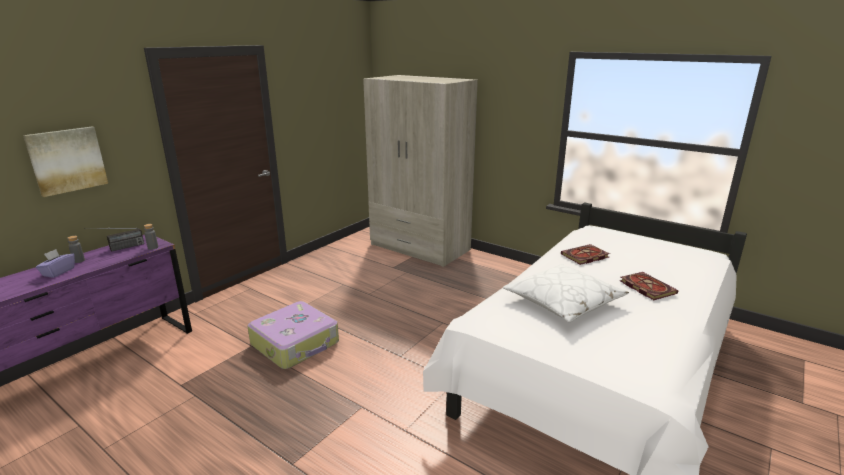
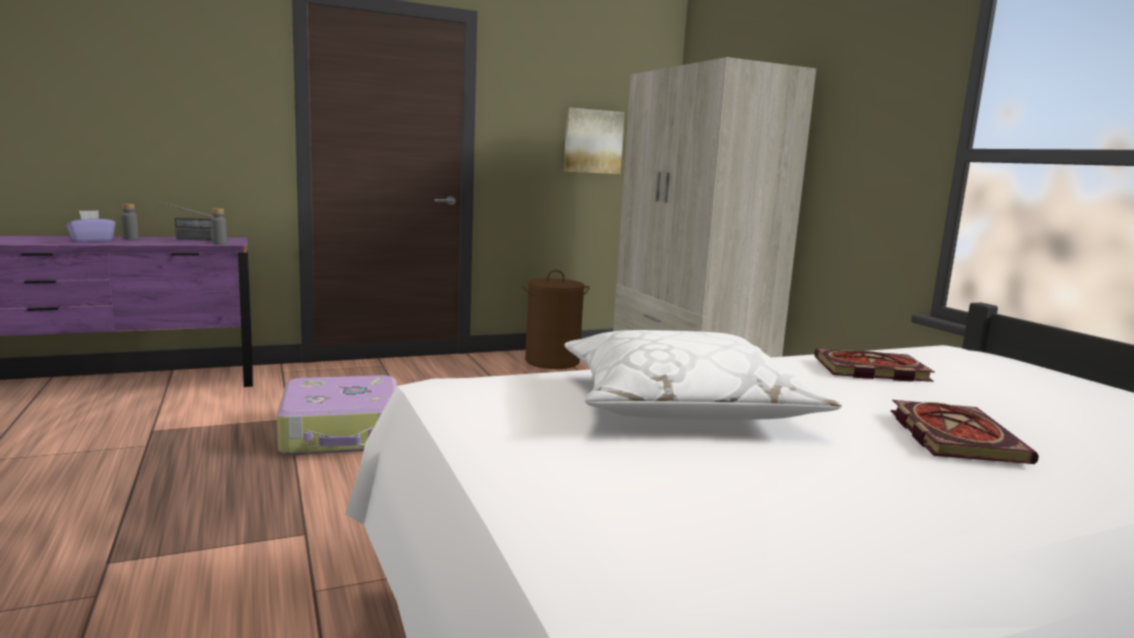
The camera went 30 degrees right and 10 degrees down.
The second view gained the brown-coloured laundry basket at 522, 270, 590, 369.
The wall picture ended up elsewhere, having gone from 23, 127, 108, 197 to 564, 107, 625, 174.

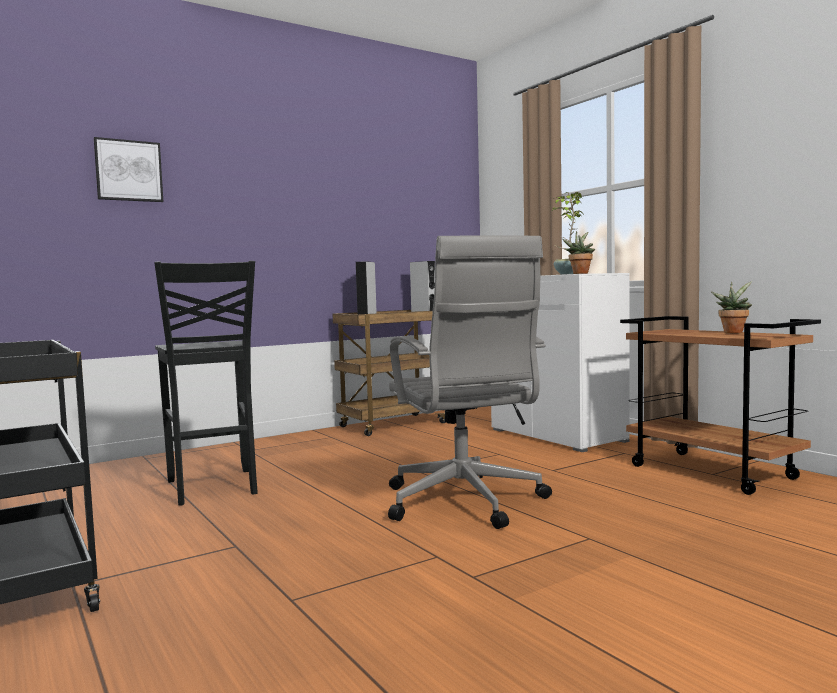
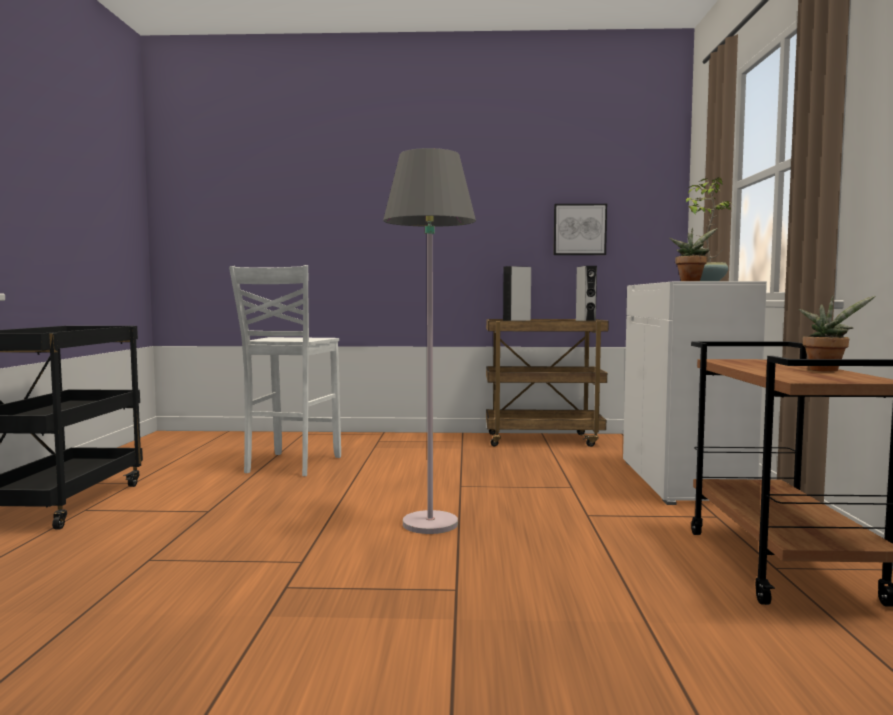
The camera went 35 degrees right and 0 degrees up.
The wall picture ended up elsewhere, having gone from 94, 137, 163, 202 to 553, 204, 607, 255.
Where the greyish desk chair stood at 388, 235, 552, 529, the greyish standard lamp came to stand at 383, 148, 476, 534.
What was the black stool seat at 154, 261, 258, 506 turned into the white-coloured stool seat at 229, 265, 341, 476.

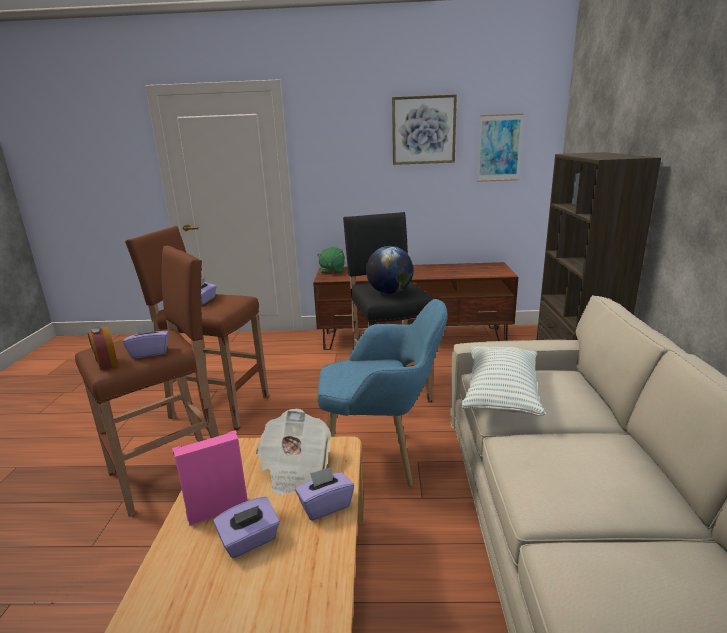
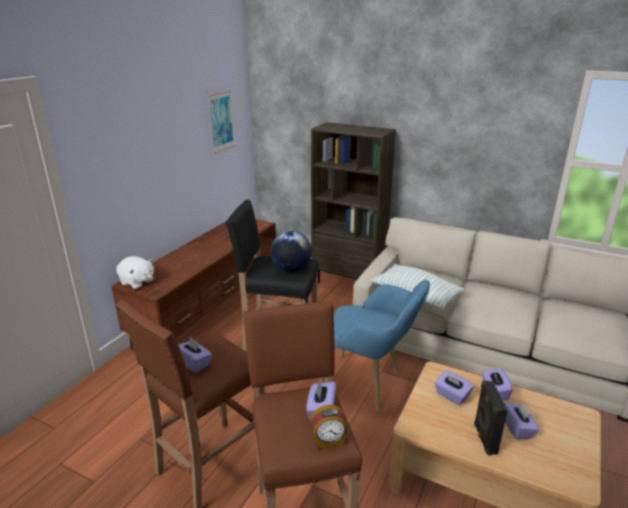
The camera went 65 degrees left and 5 degrees up.
The second view lost the wall picture at 392, 94, 457, 165.
Where the printed paper stood at 256, 409, 331, 495, the purple-coloured tissue holder came to stand at 435, 371, 474, 405.
What was the pink-coloured loudspeaker at 172, 430, 248, 526 turned into the black loudspeaker at 474, 380, 508, 455.
What was the greenish soft toy at 317, 247, 345, 274 turned into the white-coloured soft toy at 116, 256, 154, 289.
The bluish armchair at 317, 299, 448, 487 ended up facing another way, 90 degrees clockwise from before.

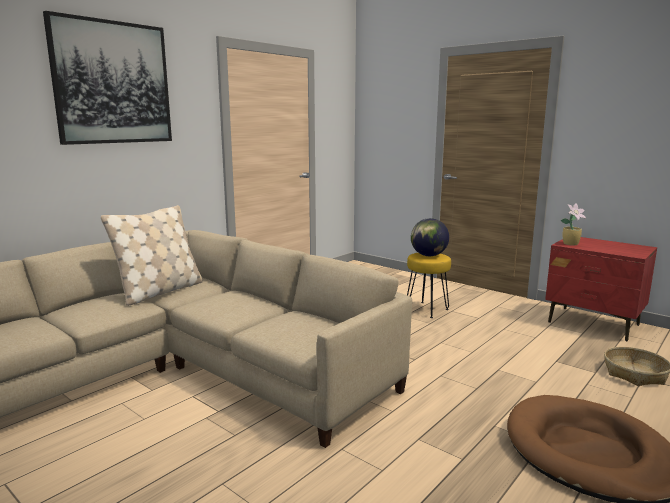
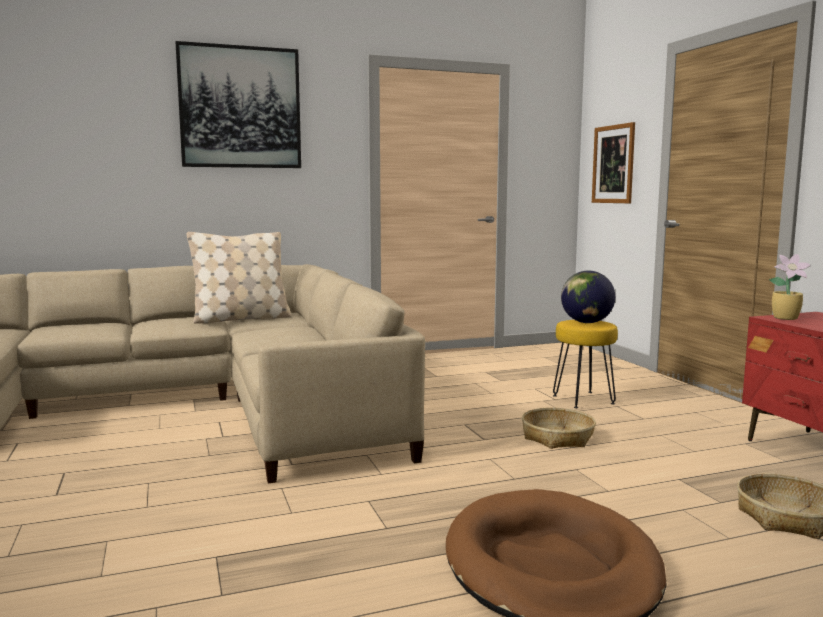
The camera went 30 degrees right and 5 degrees down.
The second view gained the household basket at 522, 407, 596, 449.
The second view gained the wall picture at 592, 122, 635, 203.

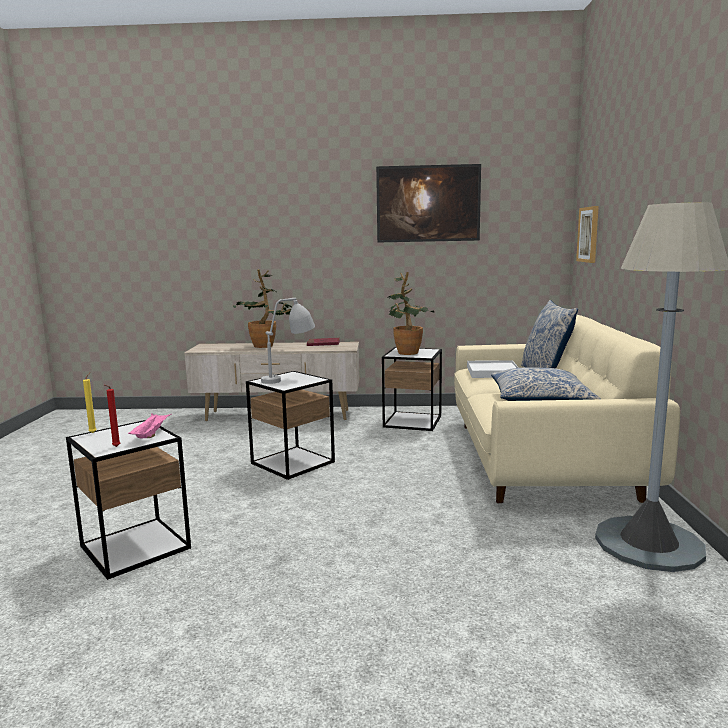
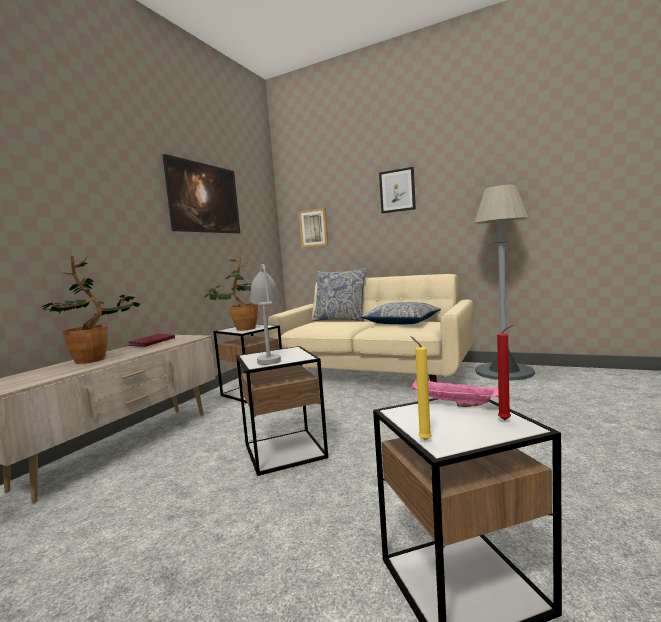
The camera went 65 degrees left and 5 degrees down.
The second view lost the white-coloured carrying tray at 467, 360, 519, 378.
The second view gained the wall picture at 379, 167, 416, 214.

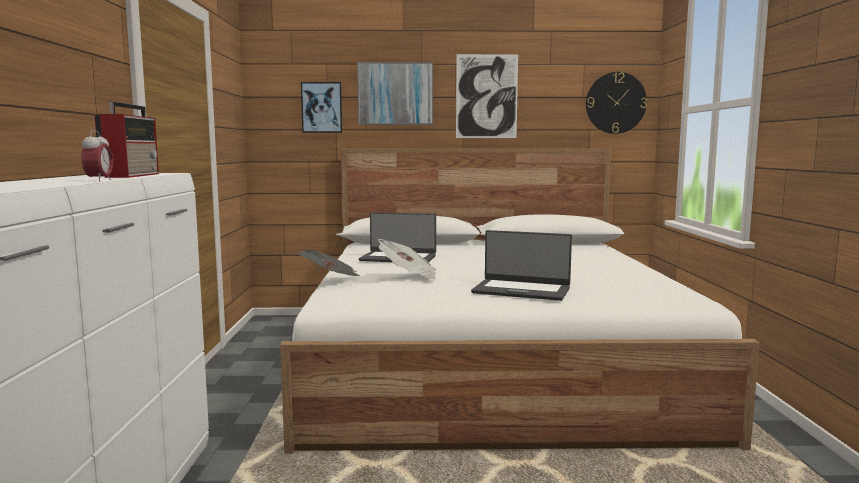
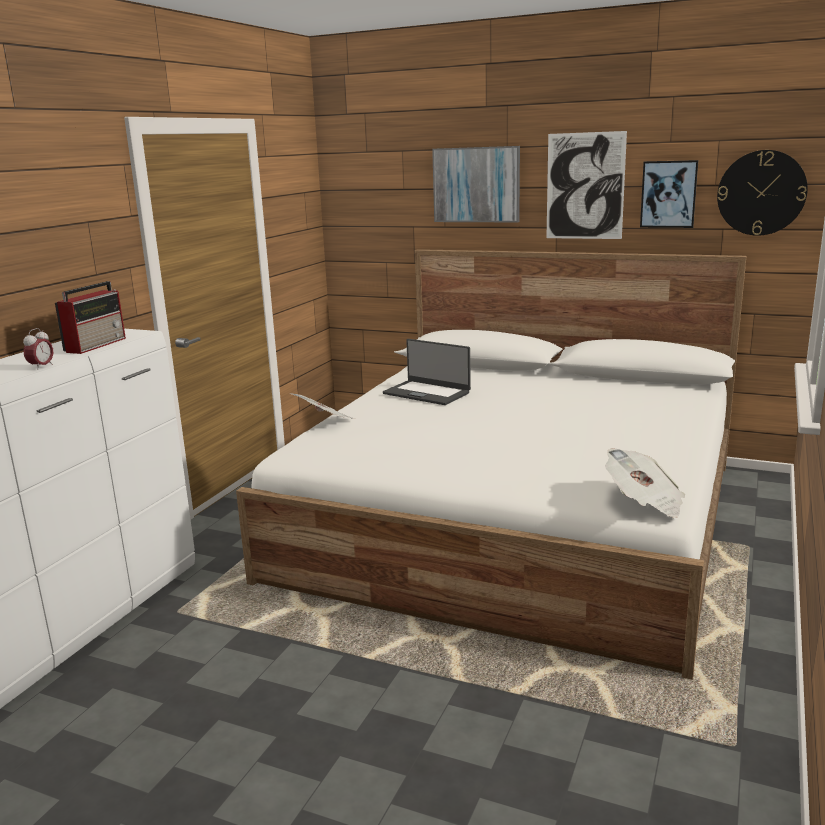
The camera went 25 degrees right and 10 degrees up.
The second view lost the portable computer at 471, 230, 572, 301.
The wall picture ended up elsewhere, having gone from 301, 82, 342, 133 to 640, 160, 698, 228.
The printed paper ended up elsewhere, having gone from 378, 239, 437, 280 to 605, 448, 685, 518.

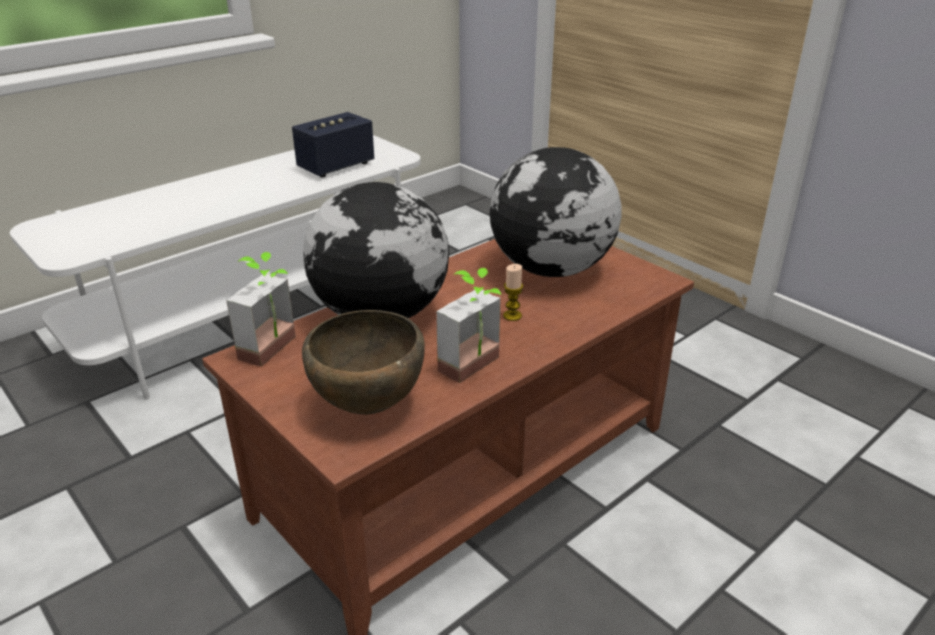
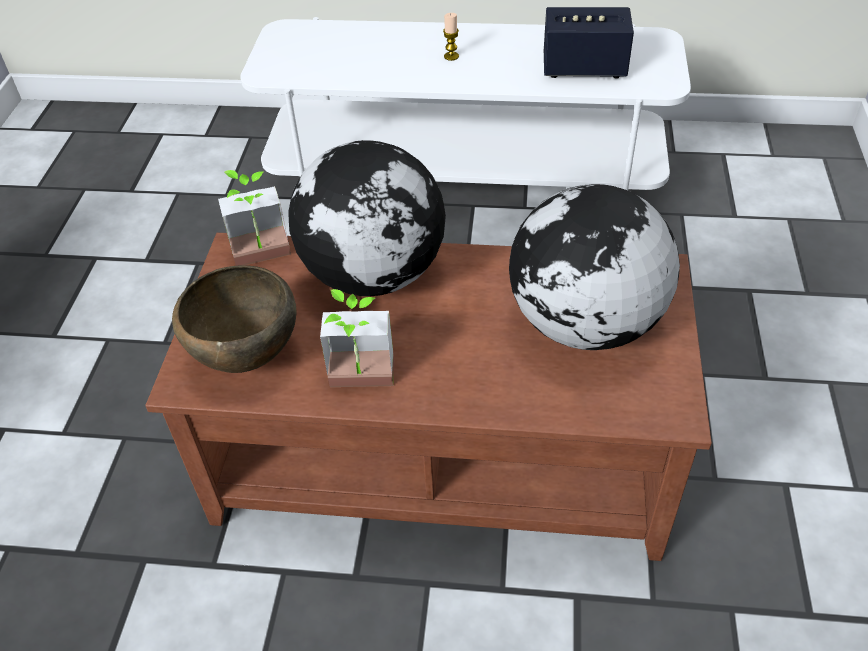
The camera went 50 degrees right and 15 degrees up.
The wax candle ended up elsewhere, having gone from 503, 264, 523, 321 to 443, 13, 459, 61.

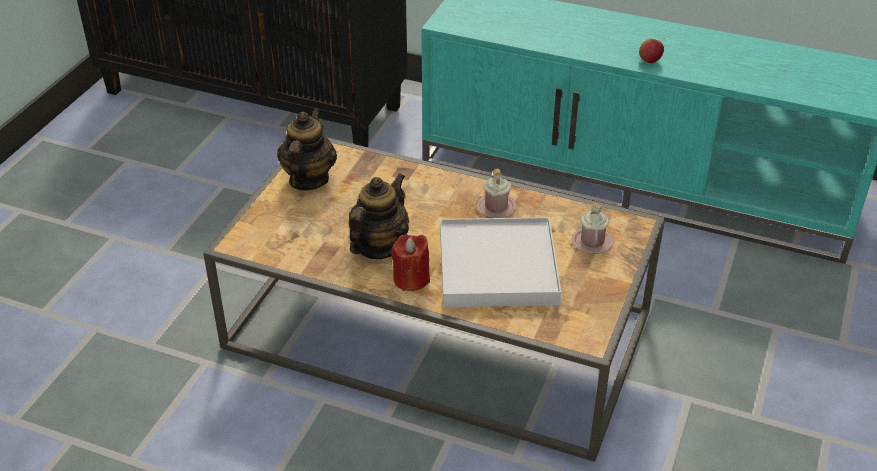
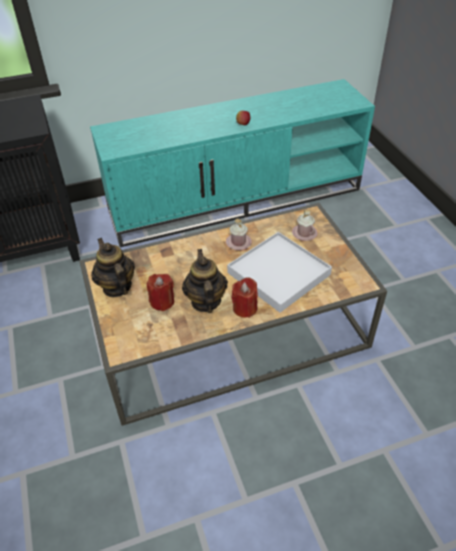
The camera went 40 degrees left and 5 degrees up.
The second view gained the reddish wax candle at 146, 274, 174, 311.

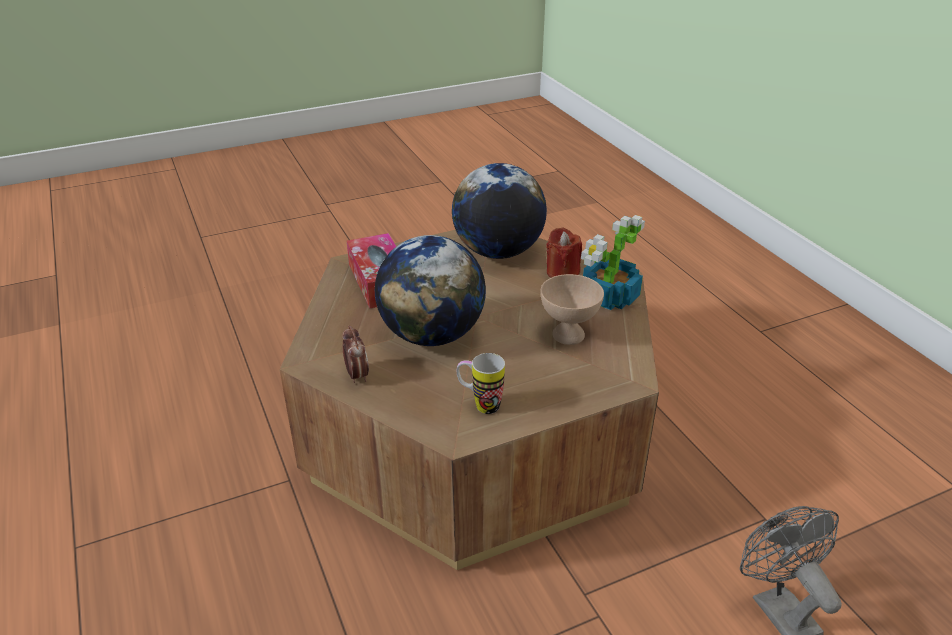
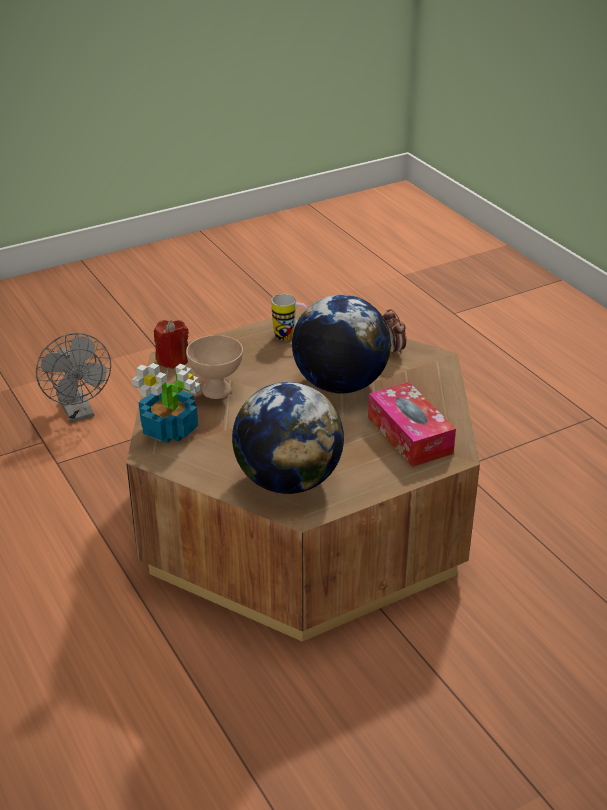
The camera went 175 degrees right and 0 degrees up.
The reddish wax candle ended up elsewhere, having gone from 546, 228, 582, 278 to 154, 320, 189, 369.

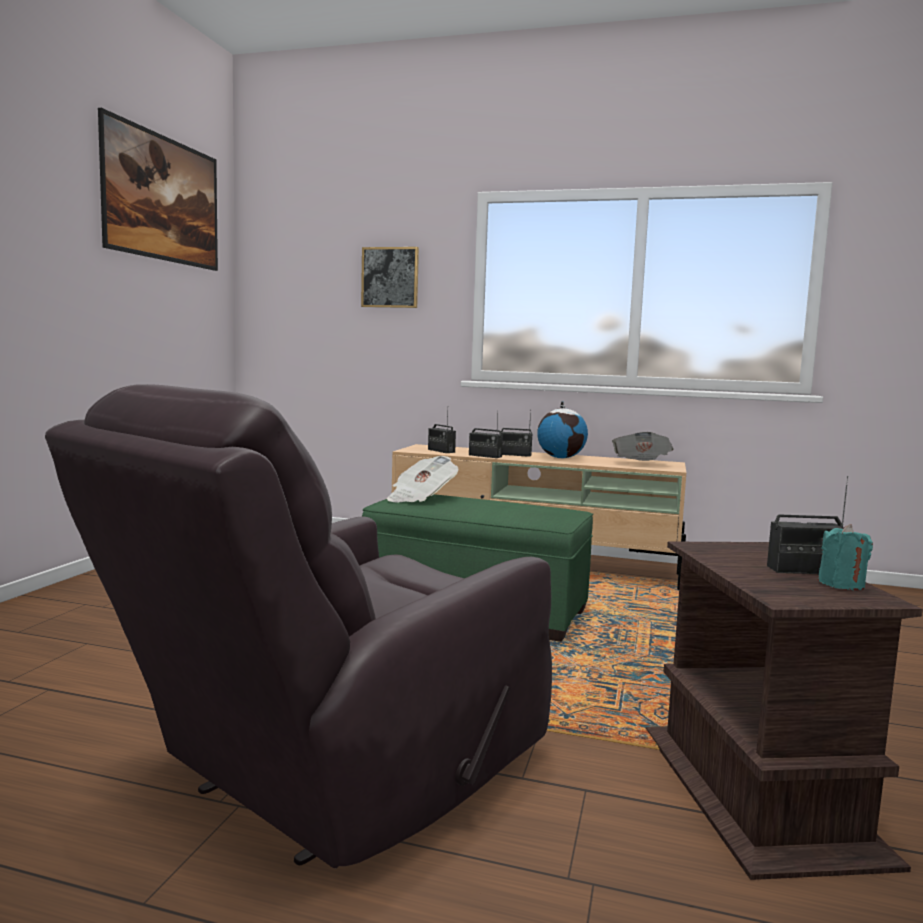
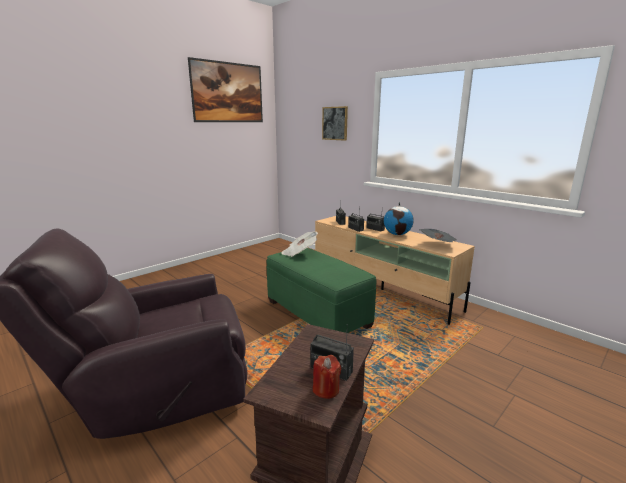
The camera went 30 degrees right and 10 degrees up.
What was the turquoise wax candle at 818, 524, 873, 590 turned into the reddish wax candle at 313, 355, 341, 399.

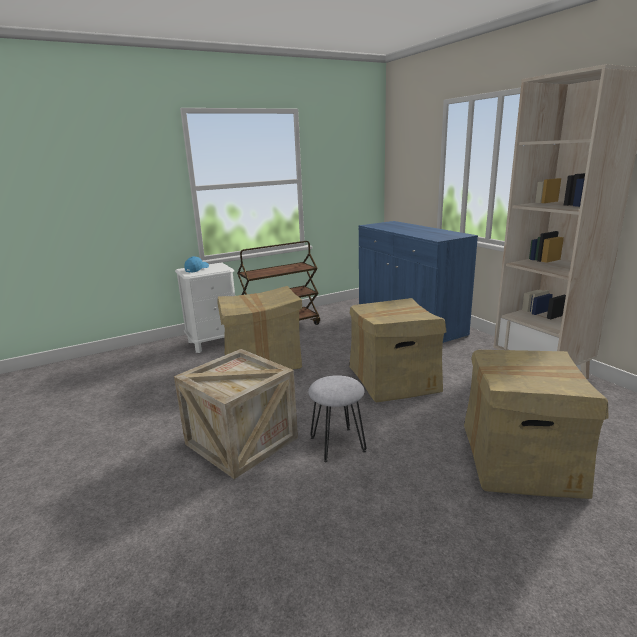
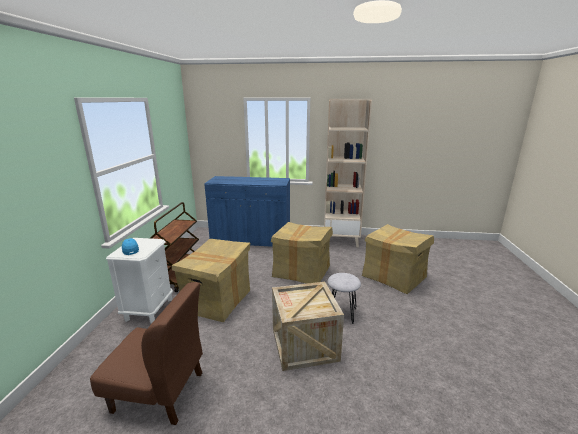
The camera went 55 degrees left and 0 degrees up.
The second view gained the brown-coloured chair at 90, 282, 203, 425.

